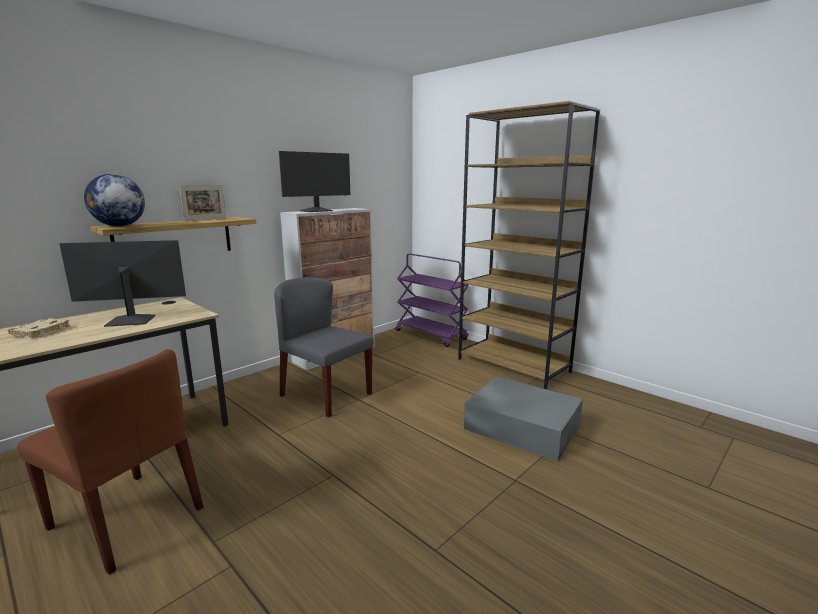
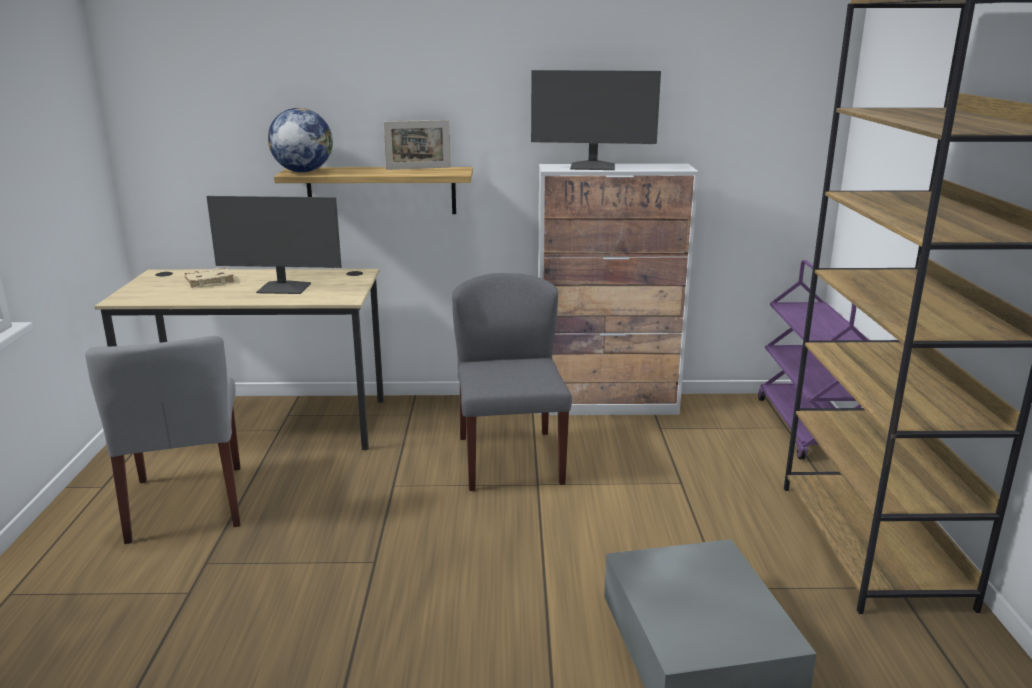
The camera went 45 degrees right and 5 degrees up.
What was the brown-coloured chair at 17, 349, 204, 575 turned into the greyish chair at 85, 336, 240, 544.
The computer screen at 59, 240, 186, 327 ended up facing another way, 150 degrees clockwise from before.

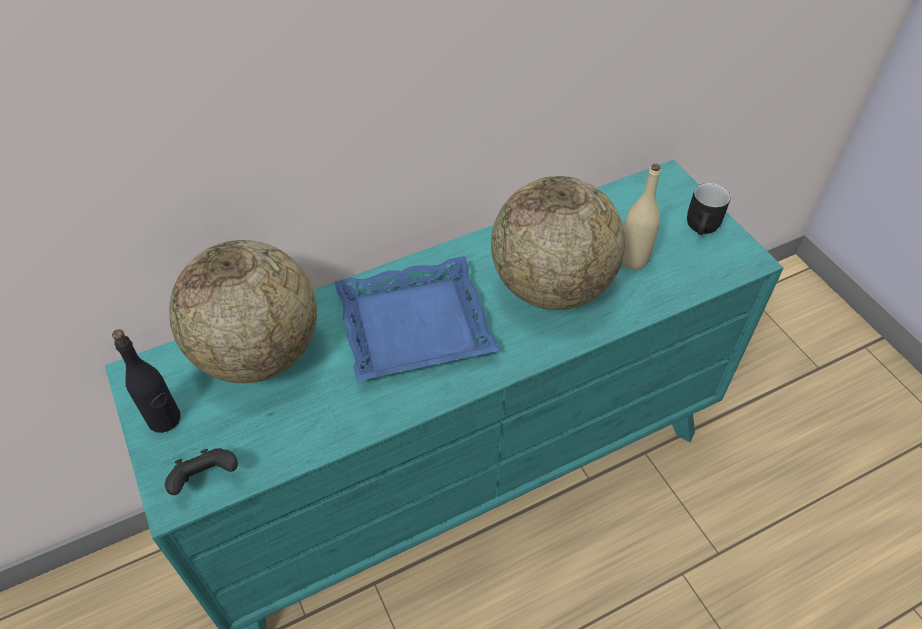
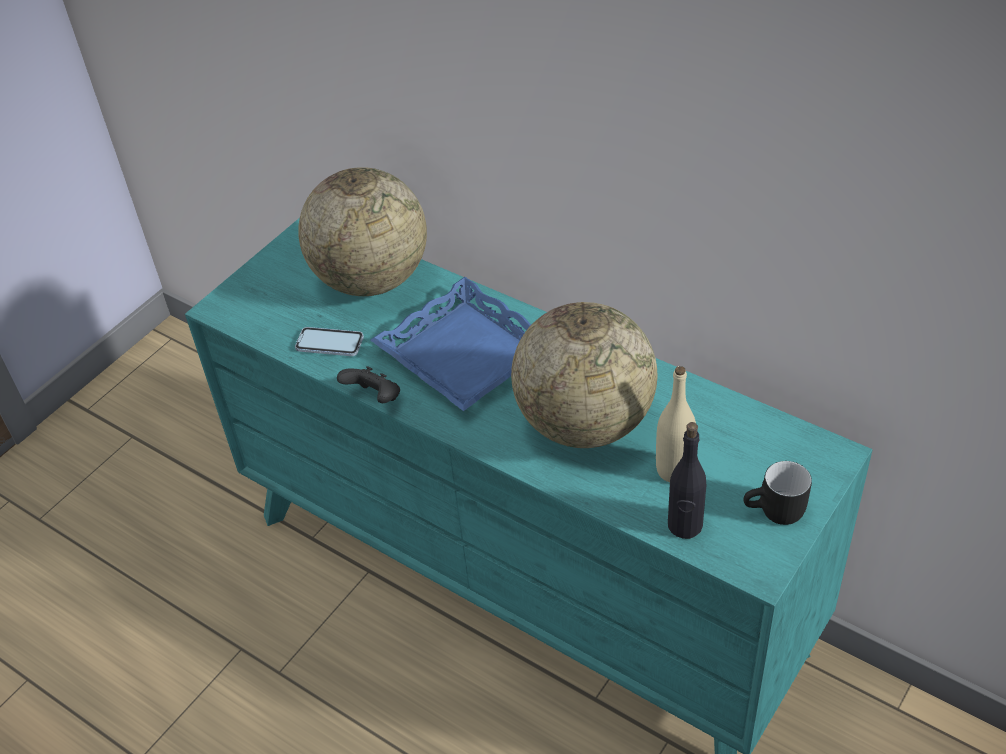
The camera went 65 degrees right and 5 degrees down.
The second view gained the handset at 295, 327, 364, 356.
The black beverage bottle ended up elsewhere, having gone from 112, 329, 181, 433 to 668, 422, 706, 539.
The black gamepad ended up elsewhere, having gone from 165, 448, 238, 495 to 337, 366, 400, 403.

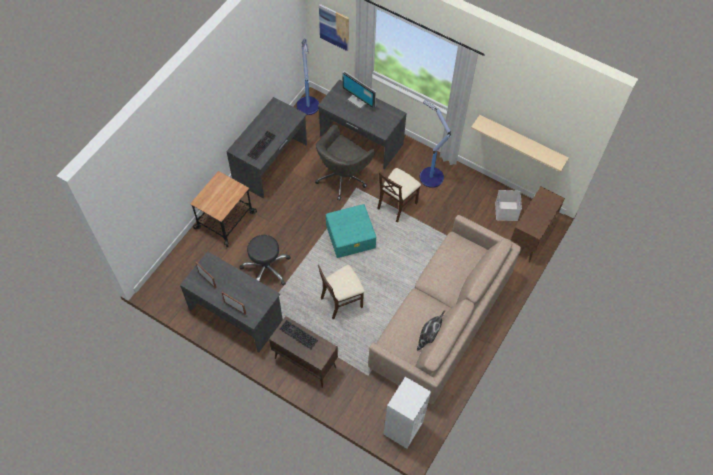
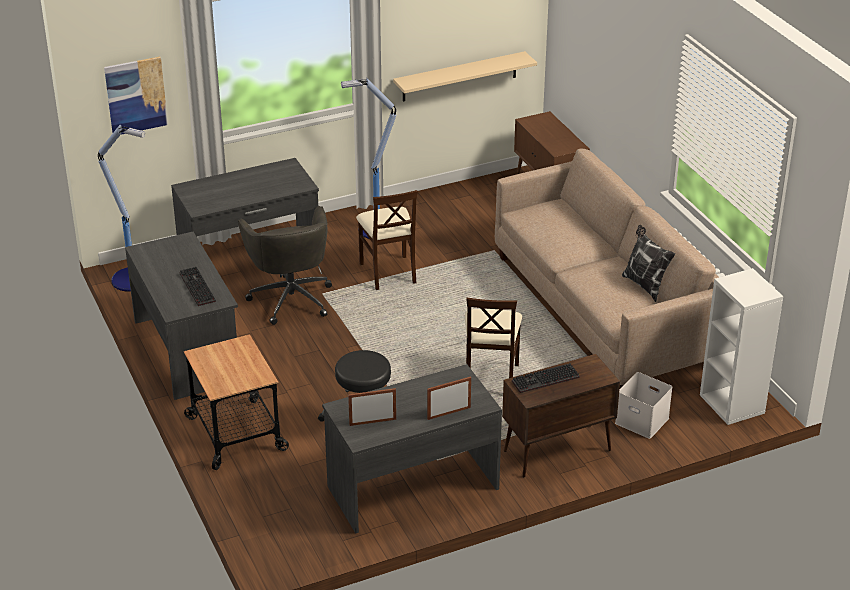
The camera went 55 degrees left and 25 degrees down.
The second view lost the turquoise storage bin at 326, 204, 376, 258.
The second view lost the computer screen at 342, 71, 376, 109.
The white-coloured storage bin ended up elsewhere, having gone from 495, 190, 522, 221 to 615, 372, 673, 439.

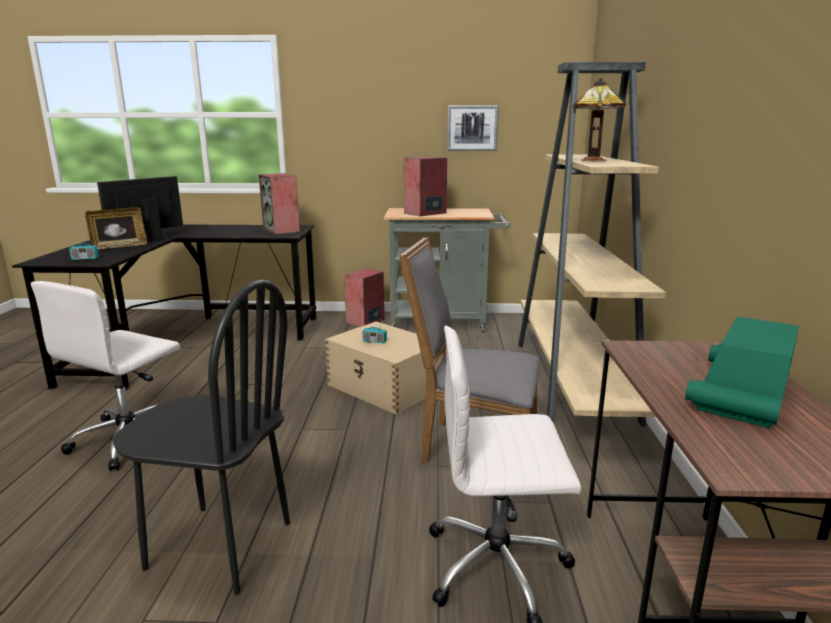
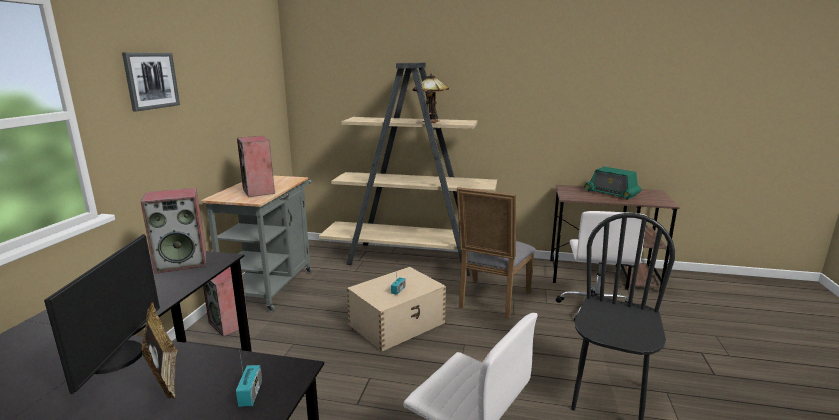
The camera went 80 degrees left and 0 degrees up.
The wall picture ended up elsewhere, having gone from 447, 105, 499, 151 to 122, 52, 180, 111.
The computer screen at 97, 176, 183, 242 ended up facing another way, 135 degrees counterclockwise from before.

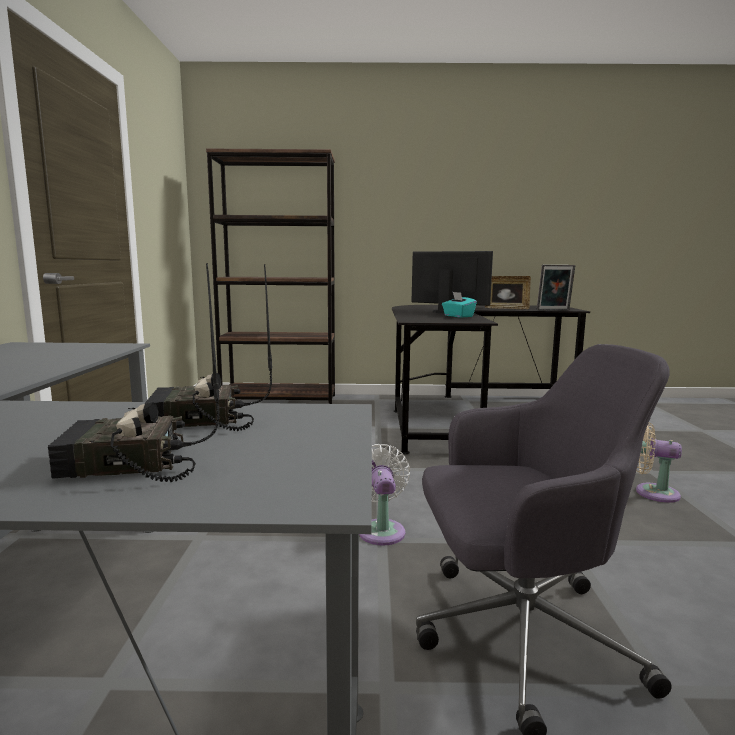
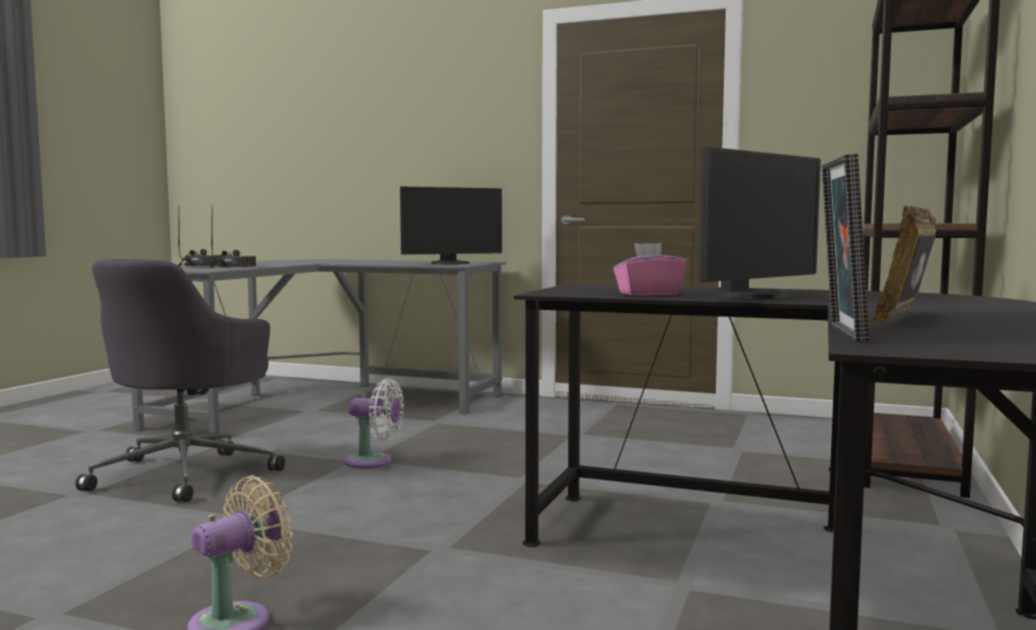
The camera went 110 degrees right and 5 degrees down.
The second view gained the computer screen at 400, 187, 502, 265.
What was the turquoise tissue holder at 442, 292, 477, 317 turned into the pink-coloured tissue holder at 613, 243, 688, 296.

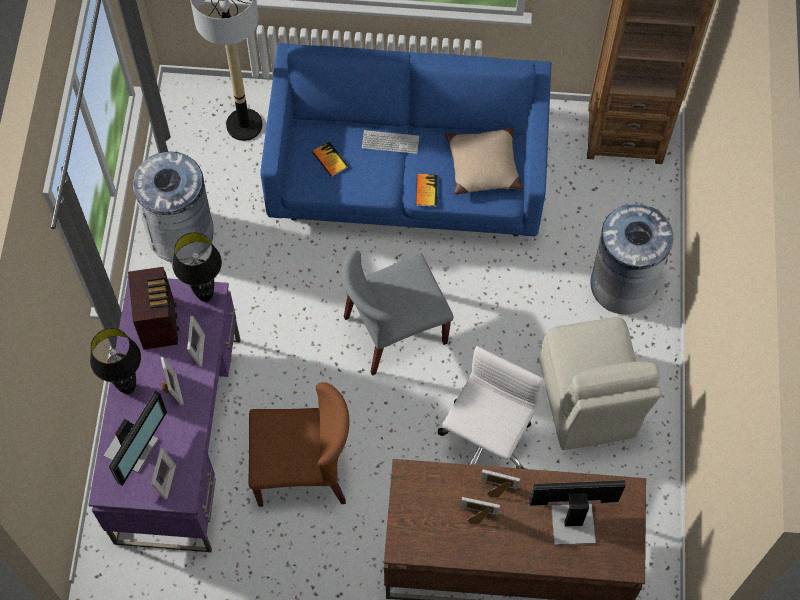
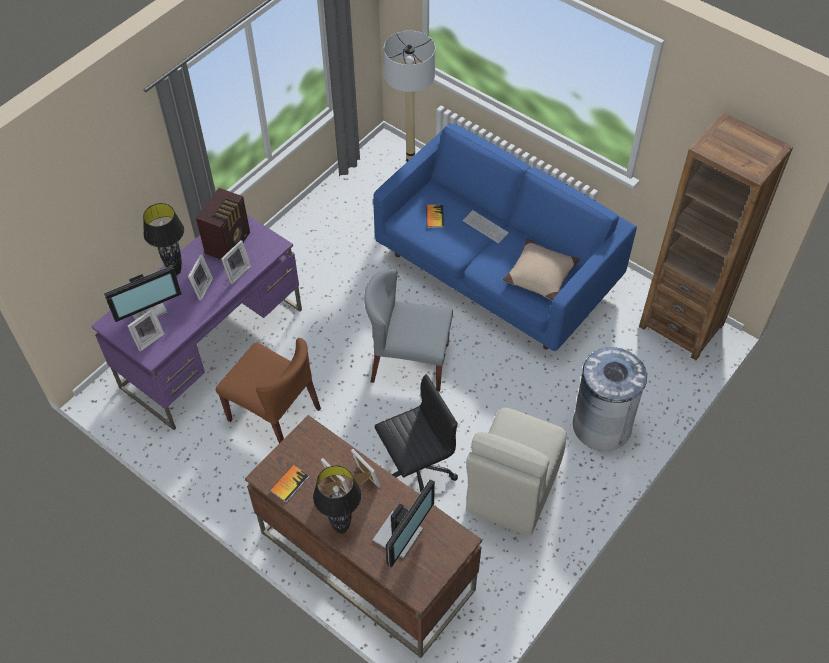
The camera went 35 degrees right and 10 degrees down.
The second view lost the greyish rubbish bin at 133, 152, 214, 263.
The black table lamp ended up elsewhere, having gone from 172, 232, 222, 302 to 313, 466, 361, 534.
The book ended up elsewhere, having gone from 416, 174, 438, 207 to 270, 465, 309, 502.
What was the white-coloured desk chair at 438, 346, 544, 469 turned into the black desk chair at 375, 374, 458, 492.
The computer screen at 529, 480, 626, 546 ended up facing another way, 90 degrees clockwise from before.

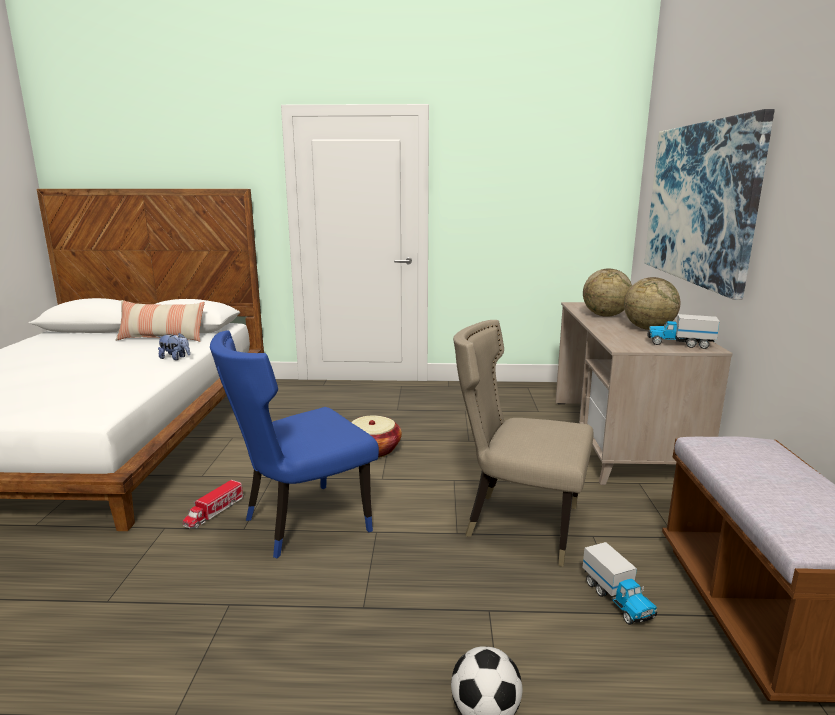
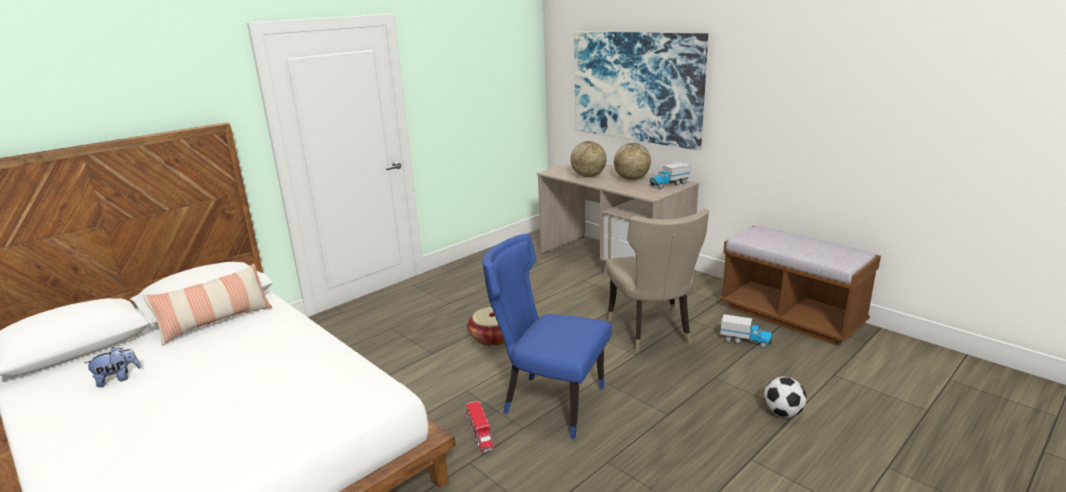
The camera went 45 degrees left and 5 degrees up.
The soft toy ended up elsewhere, having gone from 158, 333, 190, 360 to 84, 347, 141, 387.
The bluish chair at 210, 330, 379, 559 ended up facing another way, 105 degrees clockwise from before.
The beige chair at 453, 320, 593, 567 ended up facing another way, 75 degrees counterclockwise from before.

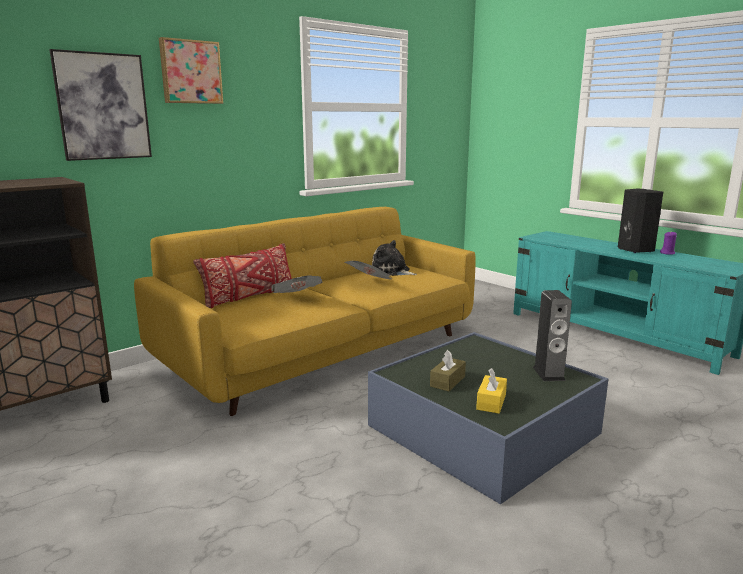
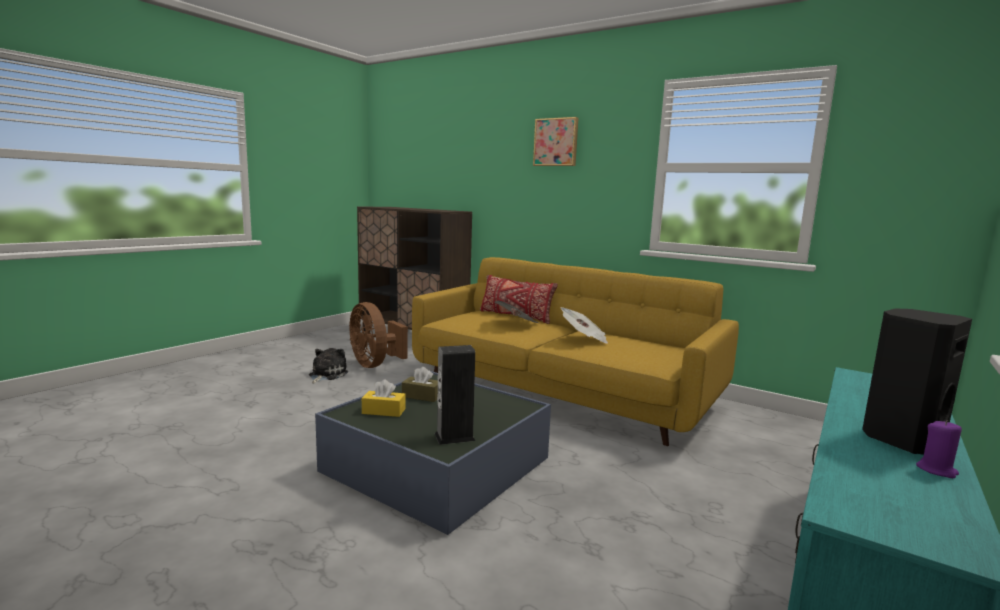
The camera went 75 degrees right and 5 degrees down.
The second view lost the wall picture at 49, 49, 152, 161.
The second view gained the brown-coloured cooling fan at 349, 302, 408, 368.
The soft toy ended up elsewhere, having gone from 372, 240, 417, 276 to 309, 348, 348, 383.

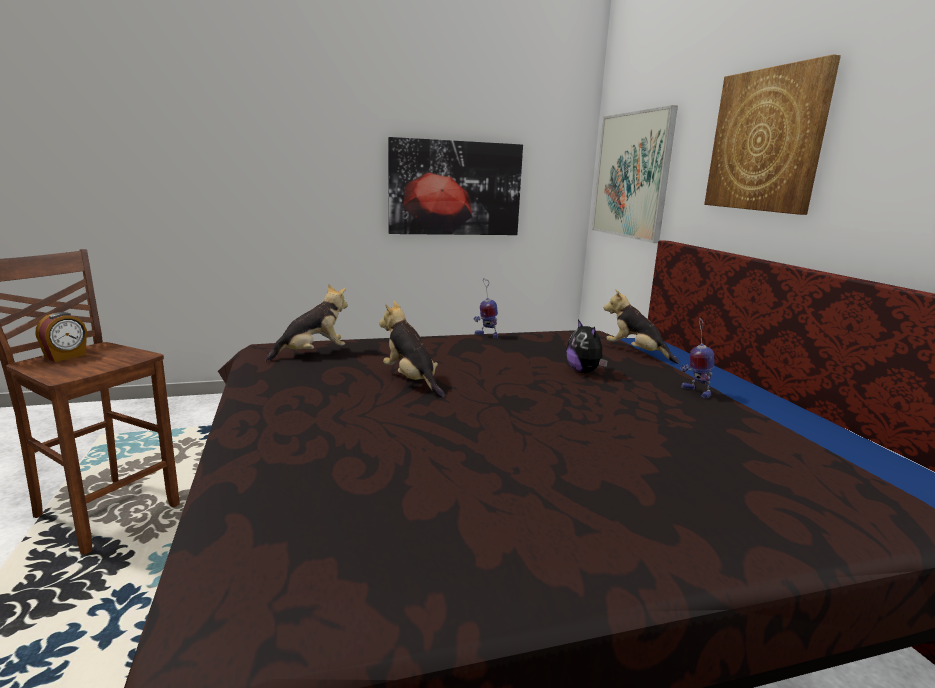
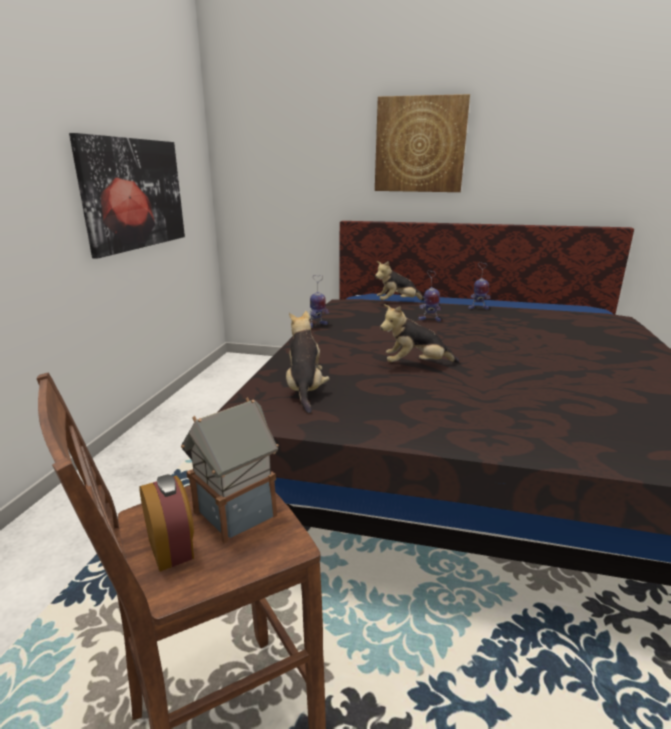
The camera went 60 degrees left and 5 degrees up.
The second view lost the wall picture at 592, 105, 678, 243.
The second view gained the miniature house at 181, 397, 279, 544.
Where the soft toy stood at 566, 319, 608, 373, the model robot came to stand at 418, 270, 441, 322.

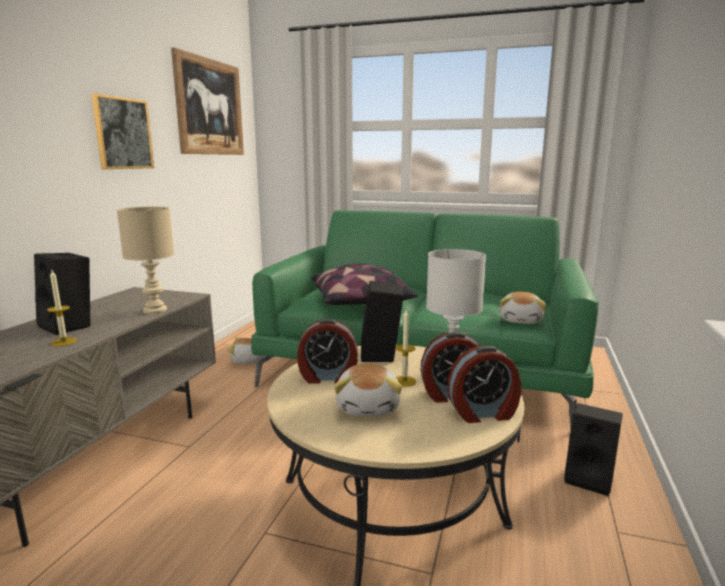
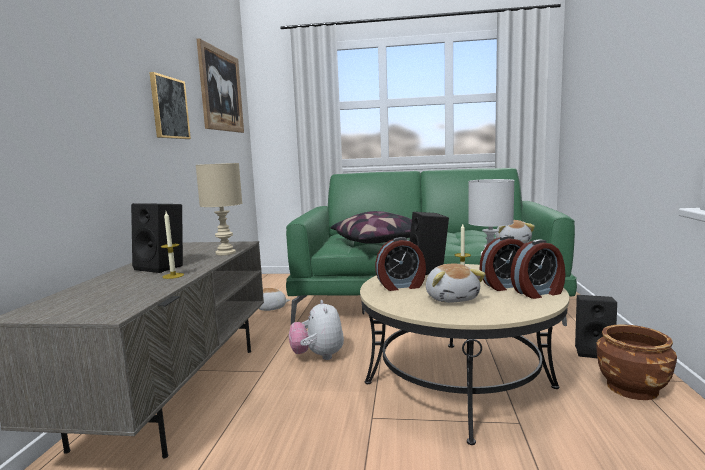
The camera went 10 degrees left and 5 degrees down.
The second view gained the soft toy at 289, 300, 344, 360.
The second view gained the brown-coloured planter at 596, 324, 677, 400.

